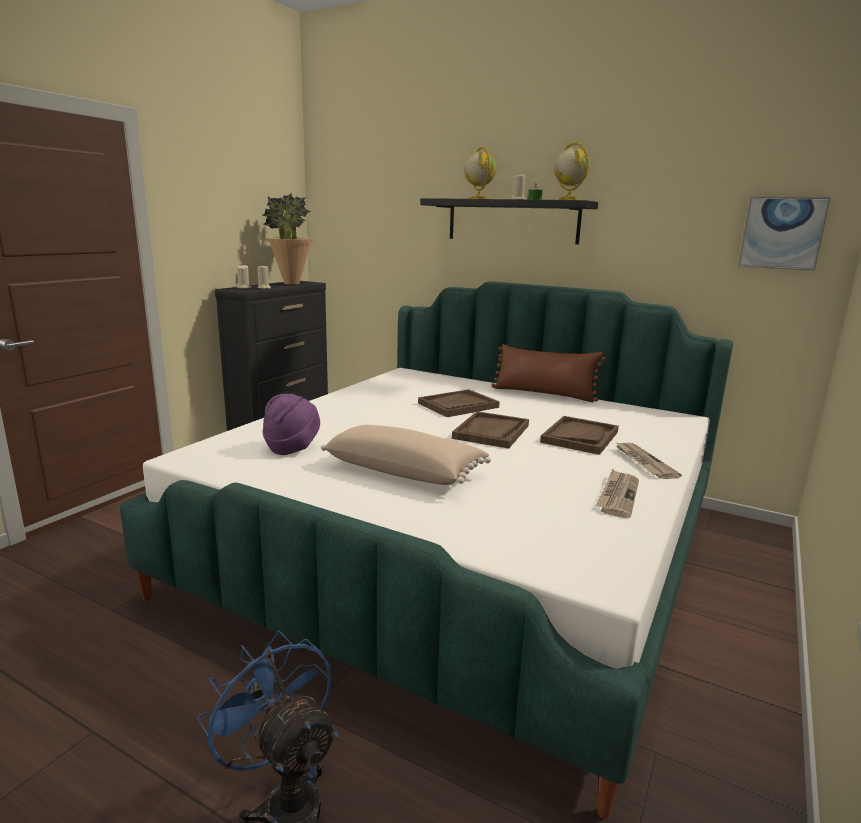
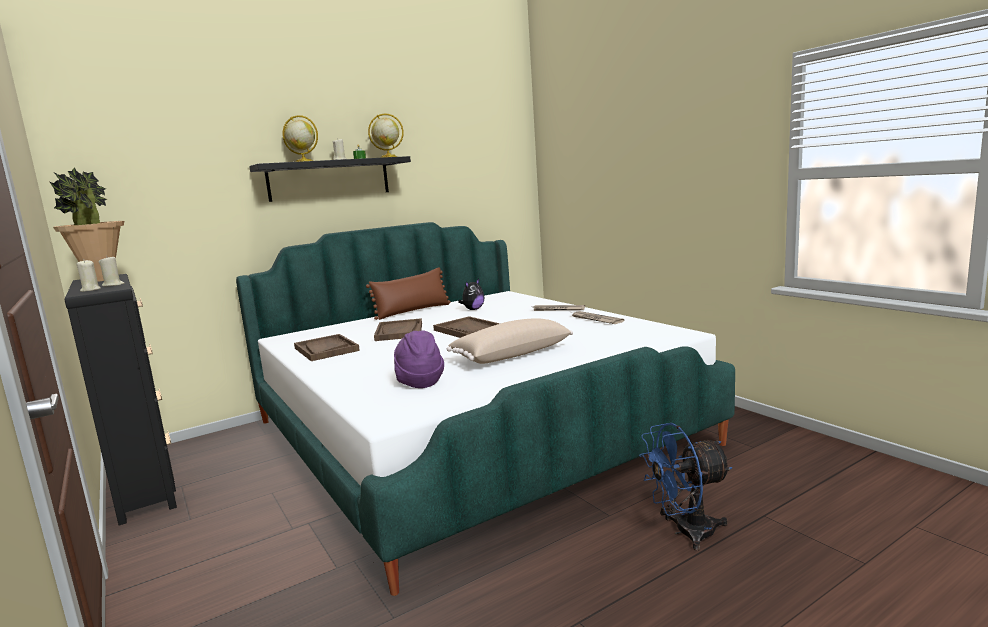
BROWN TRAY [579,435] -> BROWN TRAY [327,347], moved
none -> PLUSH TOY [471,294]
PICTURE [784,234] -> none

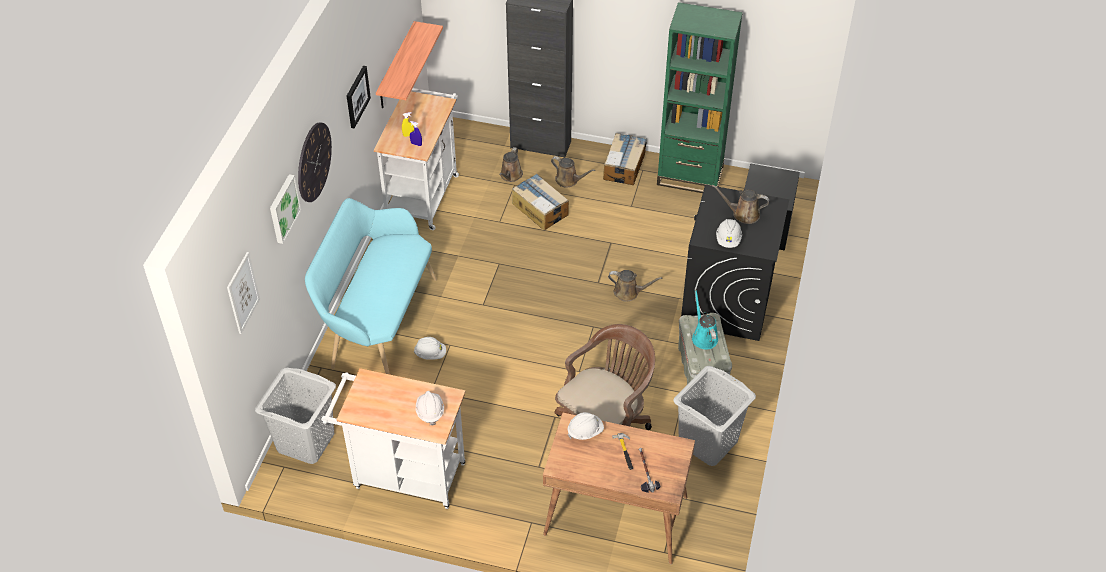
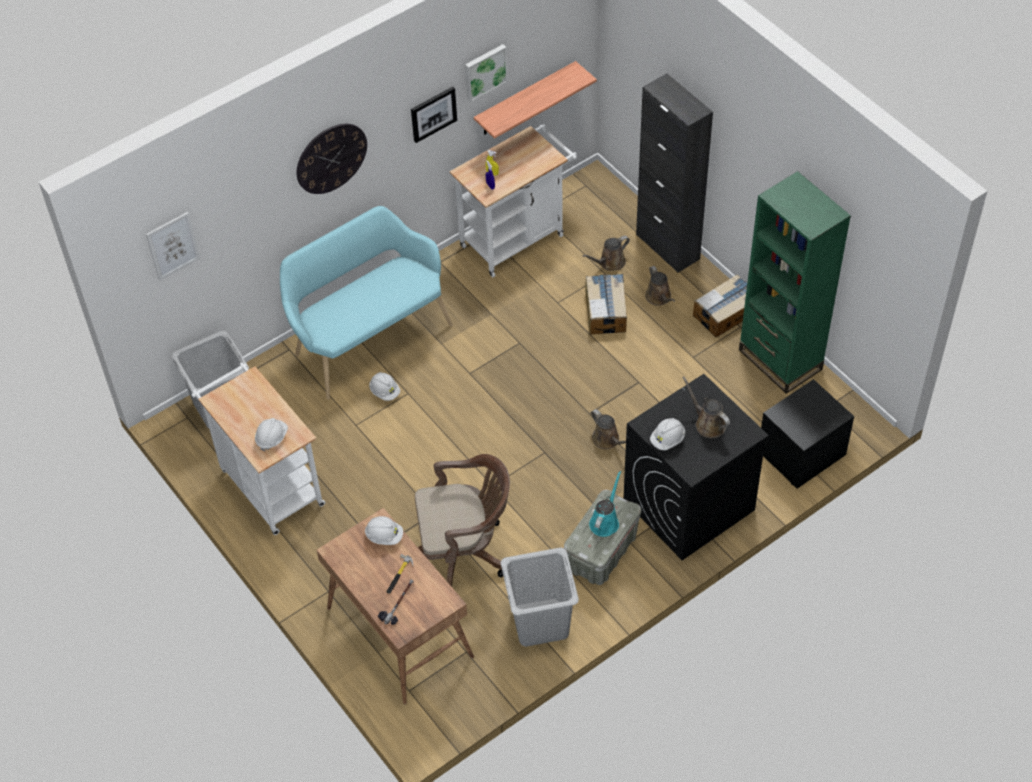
PICTURE [285,209] -> PICTURE [486,73], moved

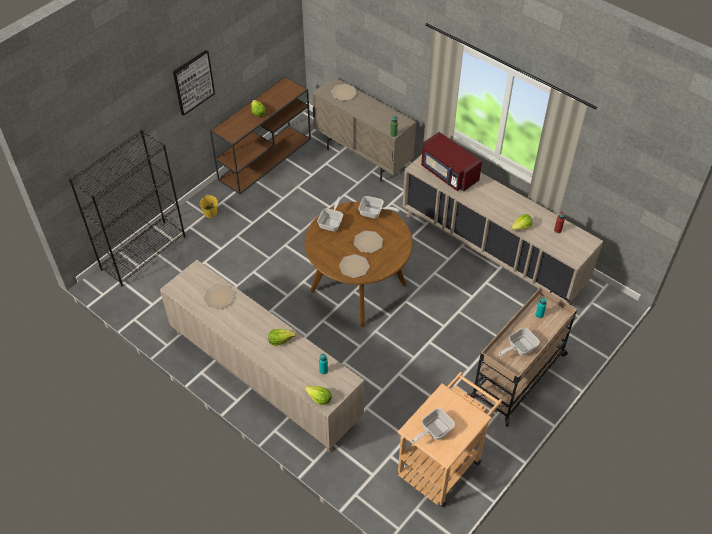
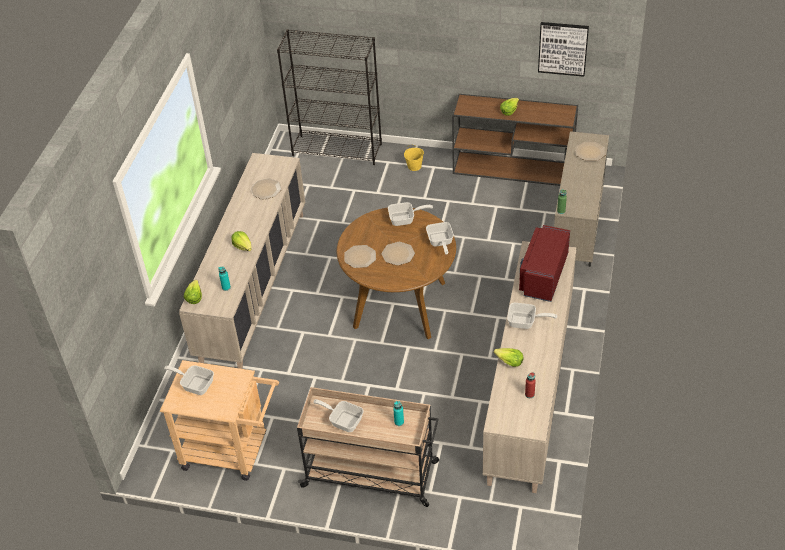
none -> FRYING PAN [532,316]
PICTURE [194,83] -> PICTURE [563,49], moved

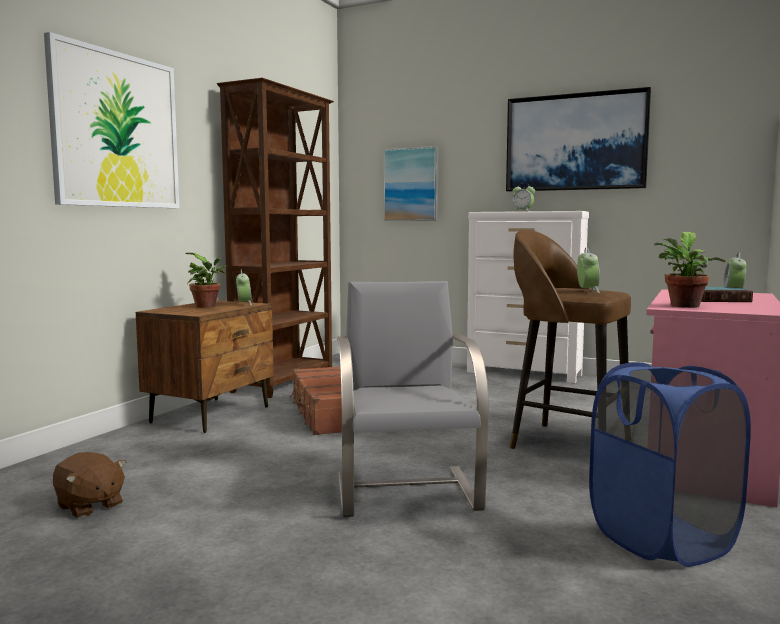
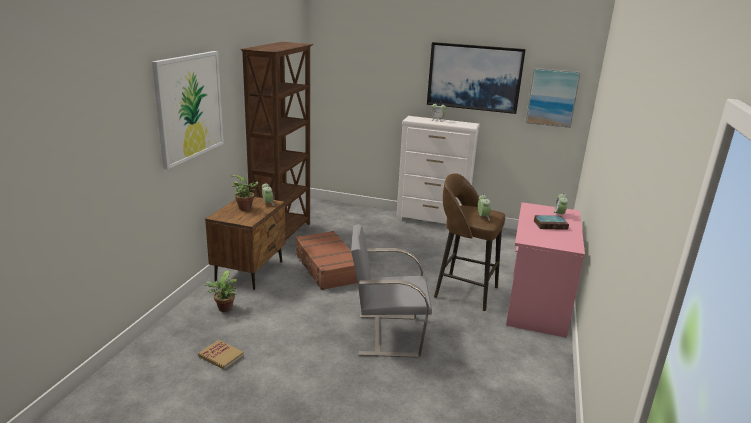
BROWN PLUSH TOY [89,485] -> BOOK [221,355]
POTTED PLANT [690,270] -> POTTED PLANT [220,291], moved
GREY CHAIR [413,399] -> GREY CHAIR [391,291], 75 degrees counterclockwise
PICTURE [410,183] -> PICTURE [553,98], moved
BLUE LAUNDRY BASKET [670,464] -> none

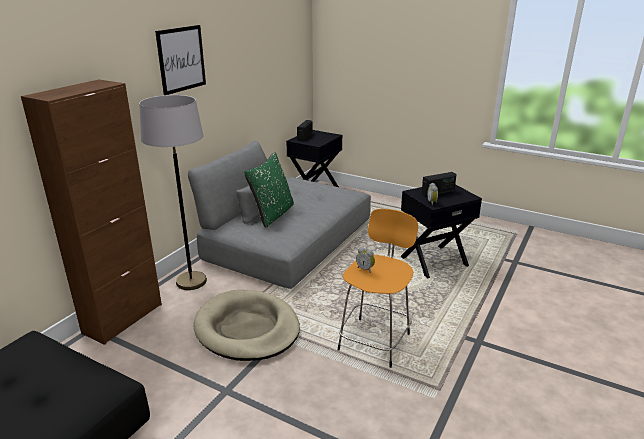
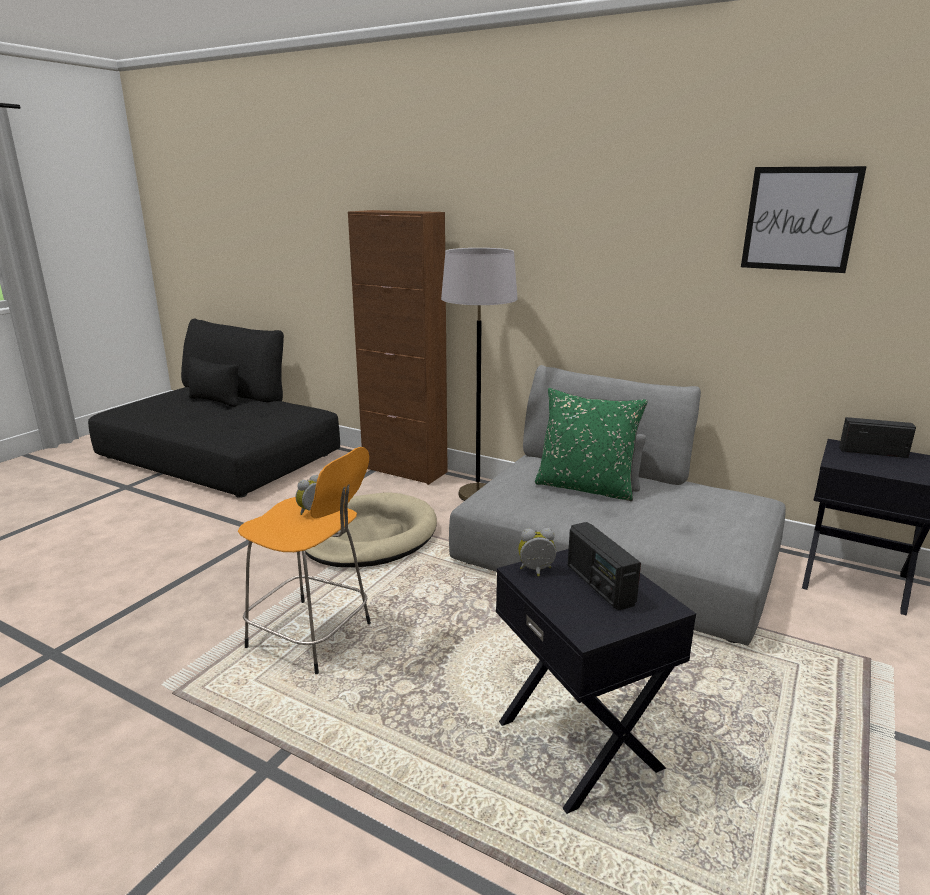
PICTURE [180,60] -> PICTURE [804,219], moved

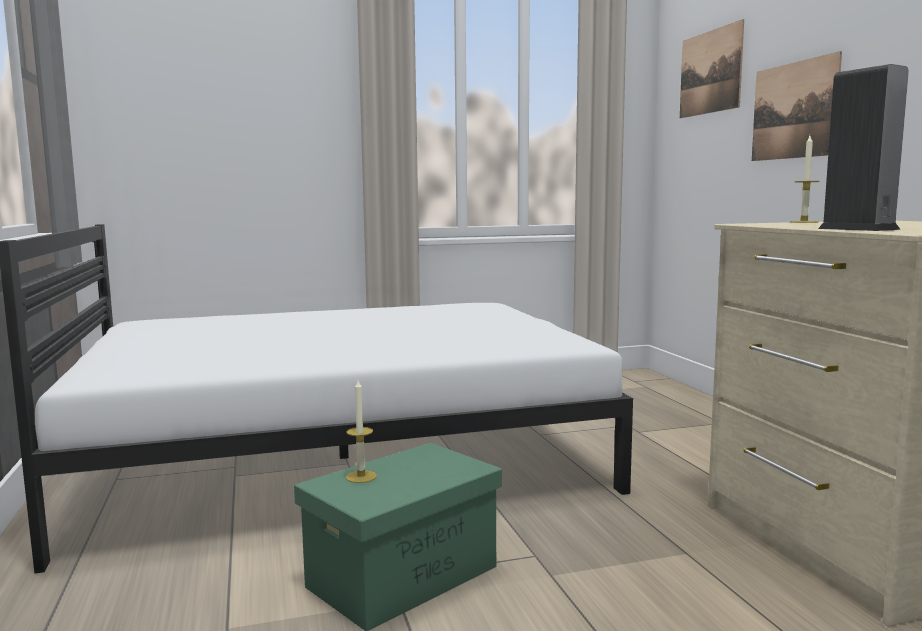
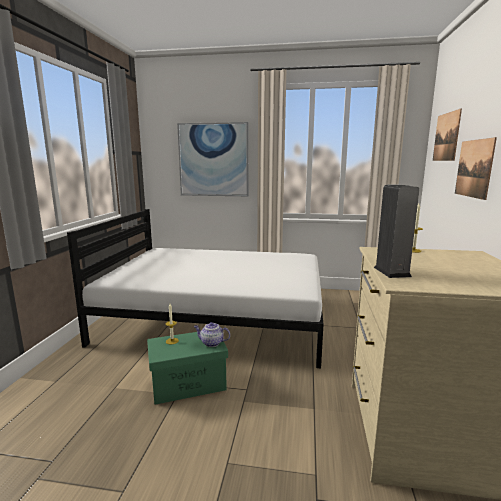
none -> PICTURE [213,159]
none -> TEAPOT [212,334]

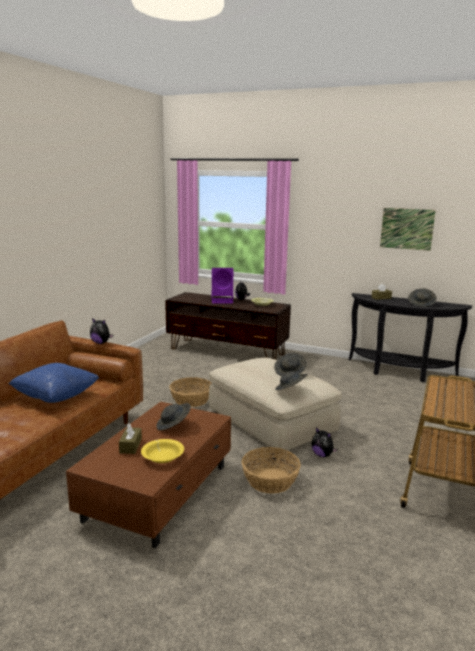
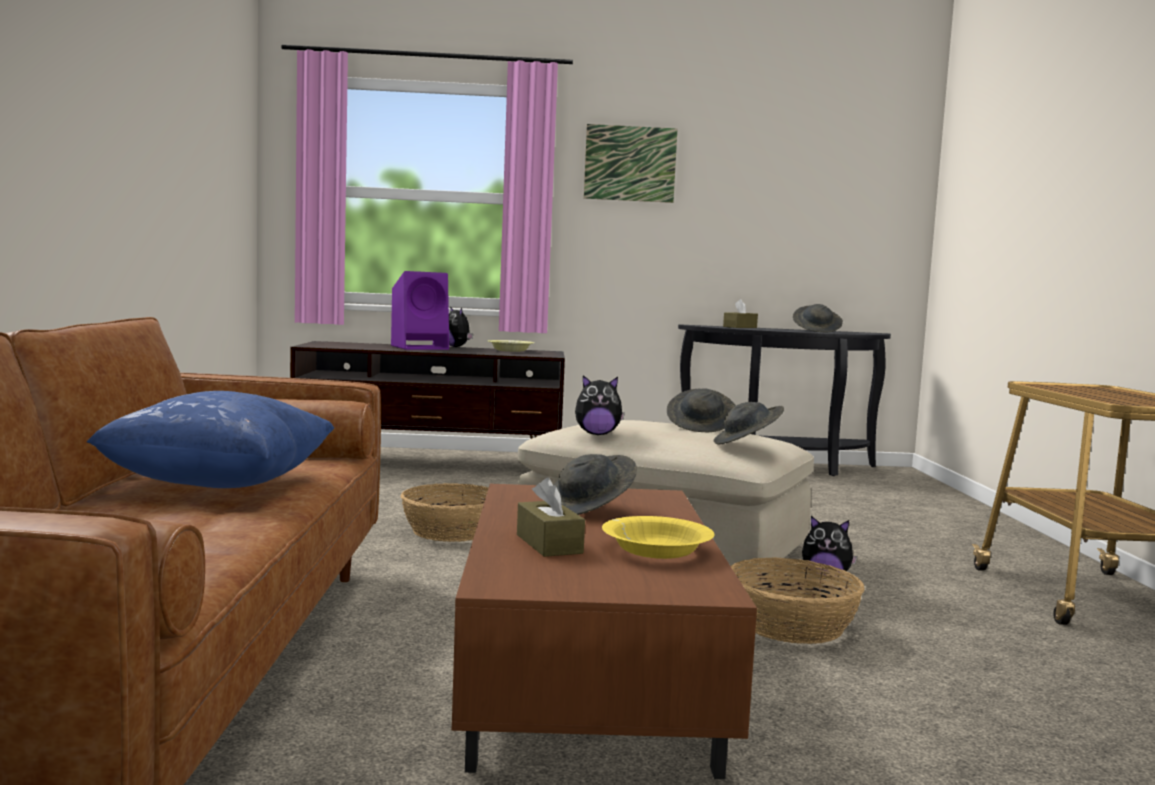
PLUSH TOY [101,331] -> PLUSH TOY [600,405], moved
PICTURE [408,229] -> PICTURE [631,163], moved

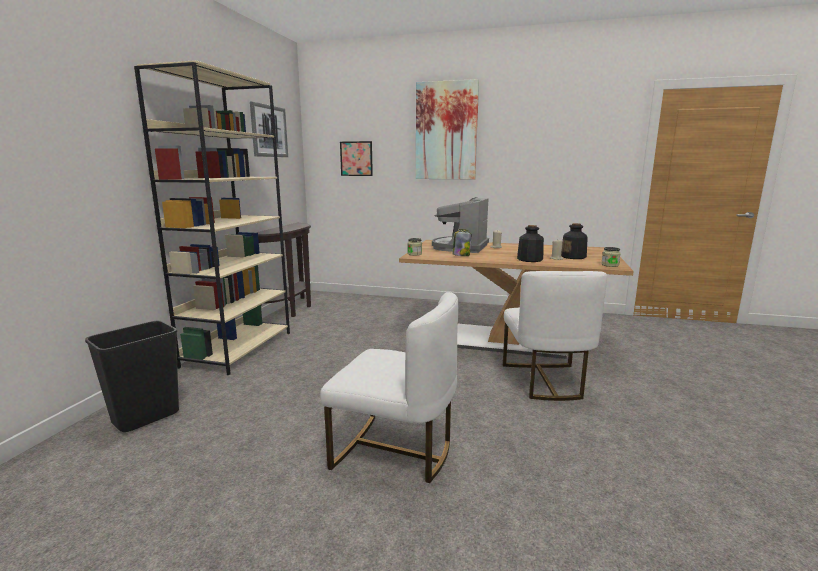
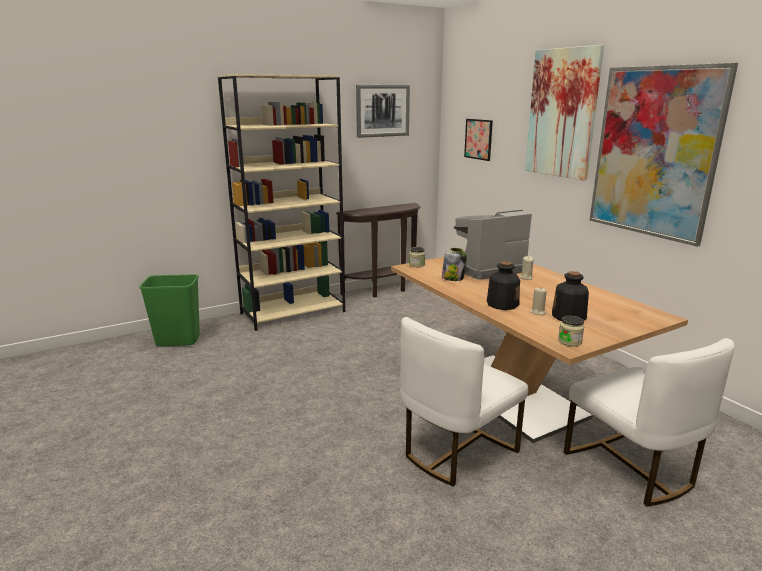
BLACK TRASH CAN [132,376] -> GREEN TRASH CAN [169,310]
WHITE CHAIR [389,387] -> WHITE CHAIR [649,422], moved
none -> PICTURE [664,155]

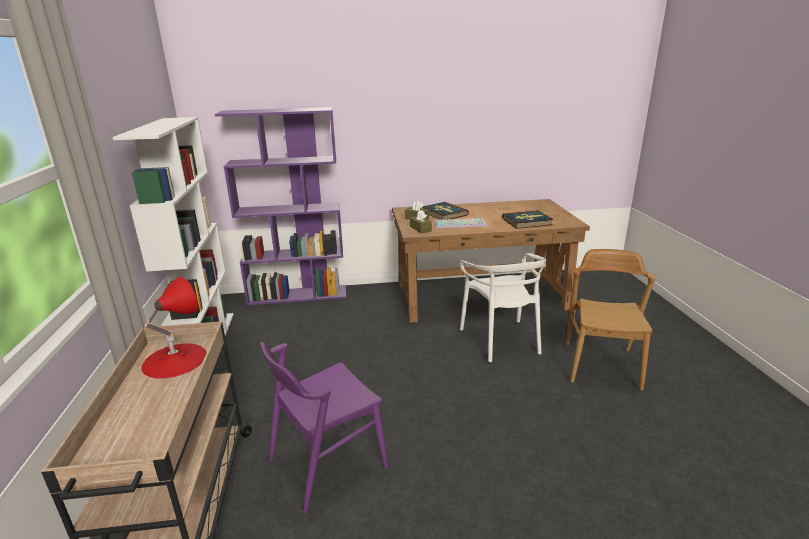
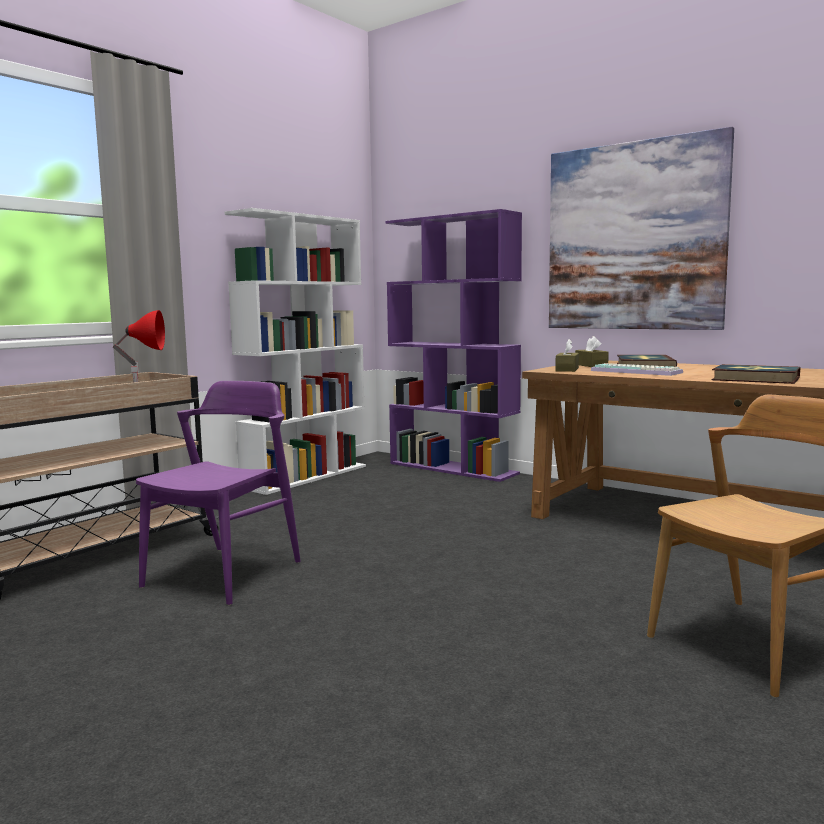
PURPLE CHAIR [324,428] -> PURPLE CHAIR [218,493], 105 degrees clockwise
none -> PICTURE [641,228]
WHITE CHAIR [503,307] -> none

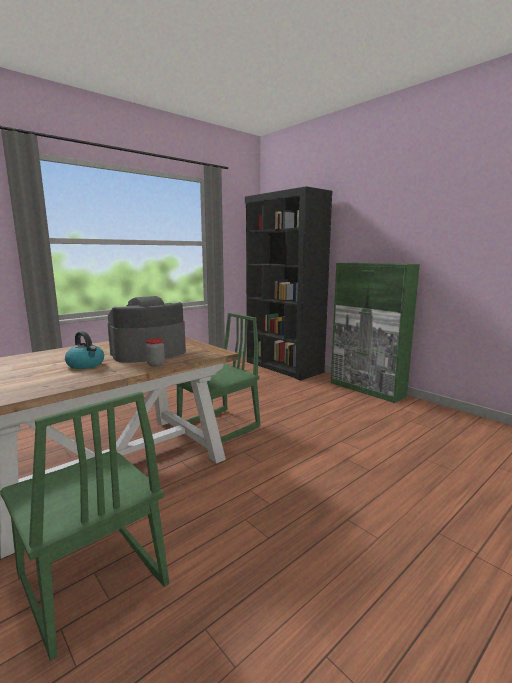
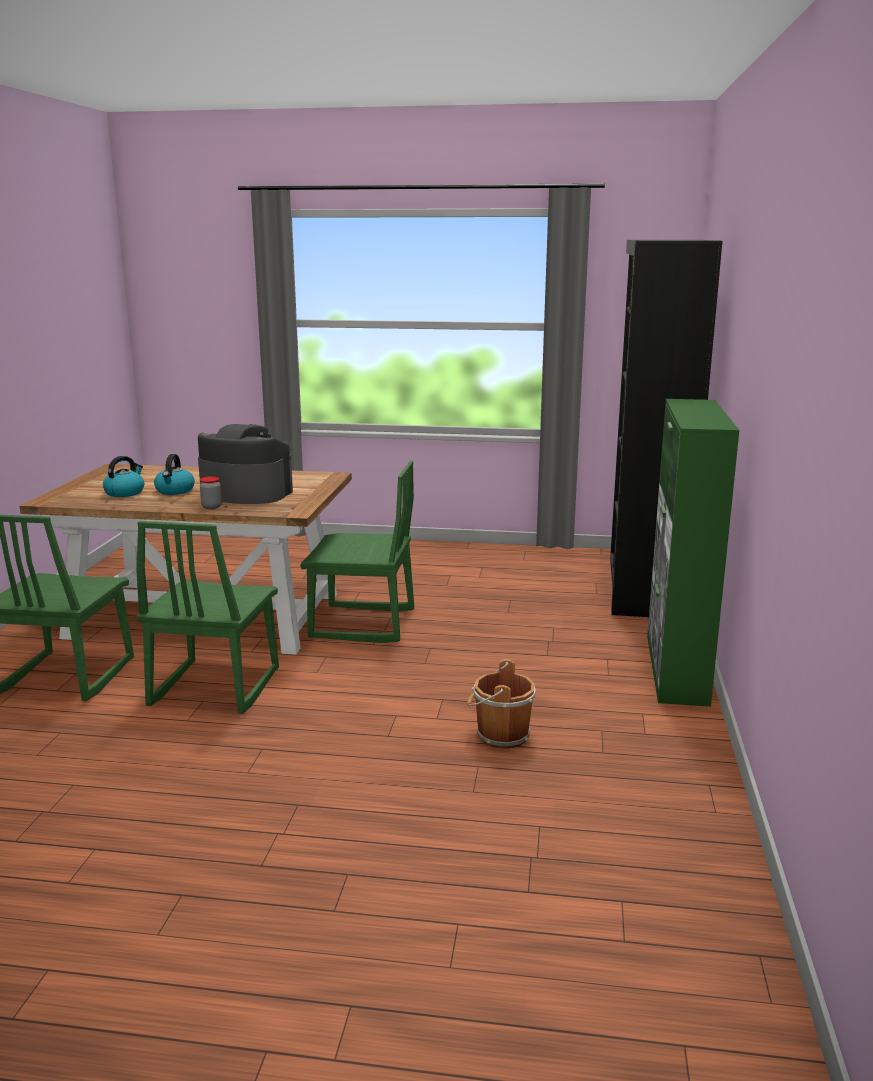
none -> KETTLE [123,476]
none -> GREEN CHAIR [207,617]
none -> BROWN BUCKET [501,704]

